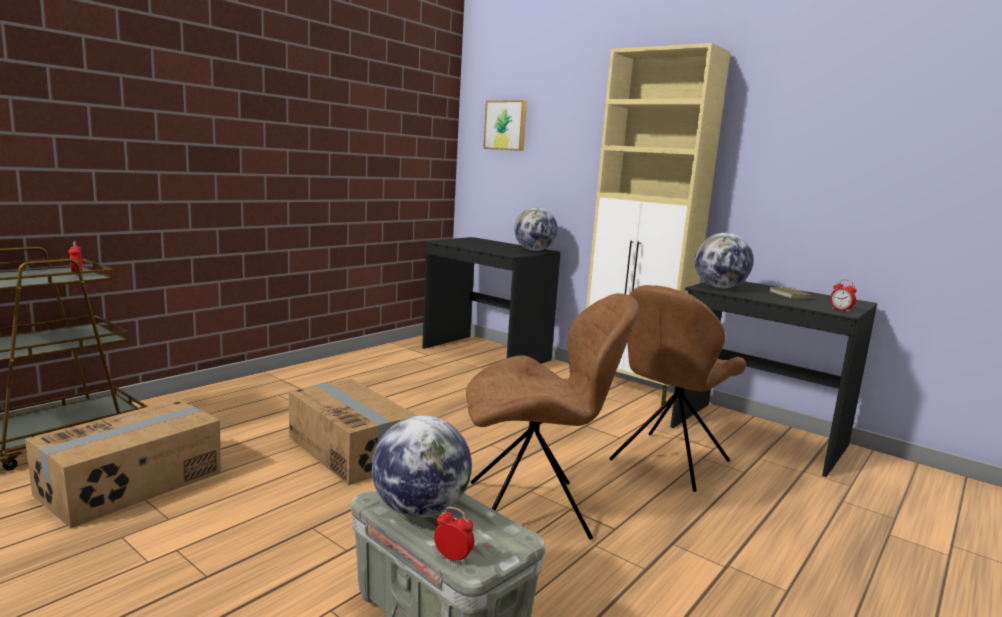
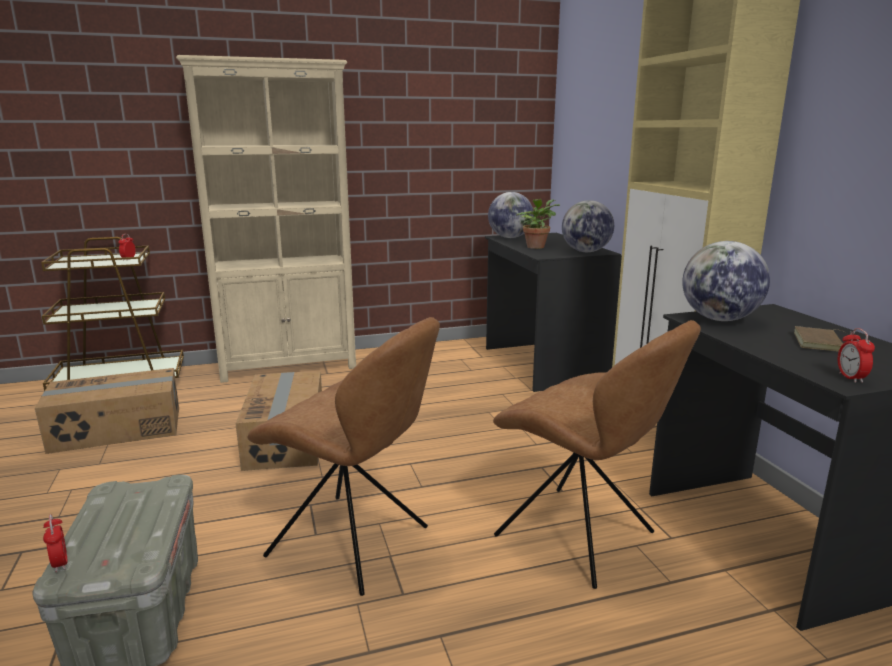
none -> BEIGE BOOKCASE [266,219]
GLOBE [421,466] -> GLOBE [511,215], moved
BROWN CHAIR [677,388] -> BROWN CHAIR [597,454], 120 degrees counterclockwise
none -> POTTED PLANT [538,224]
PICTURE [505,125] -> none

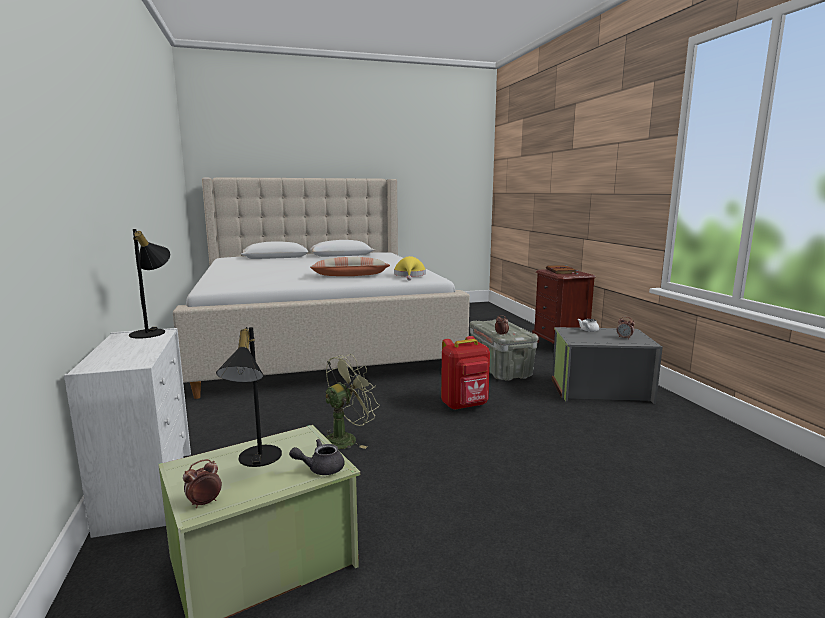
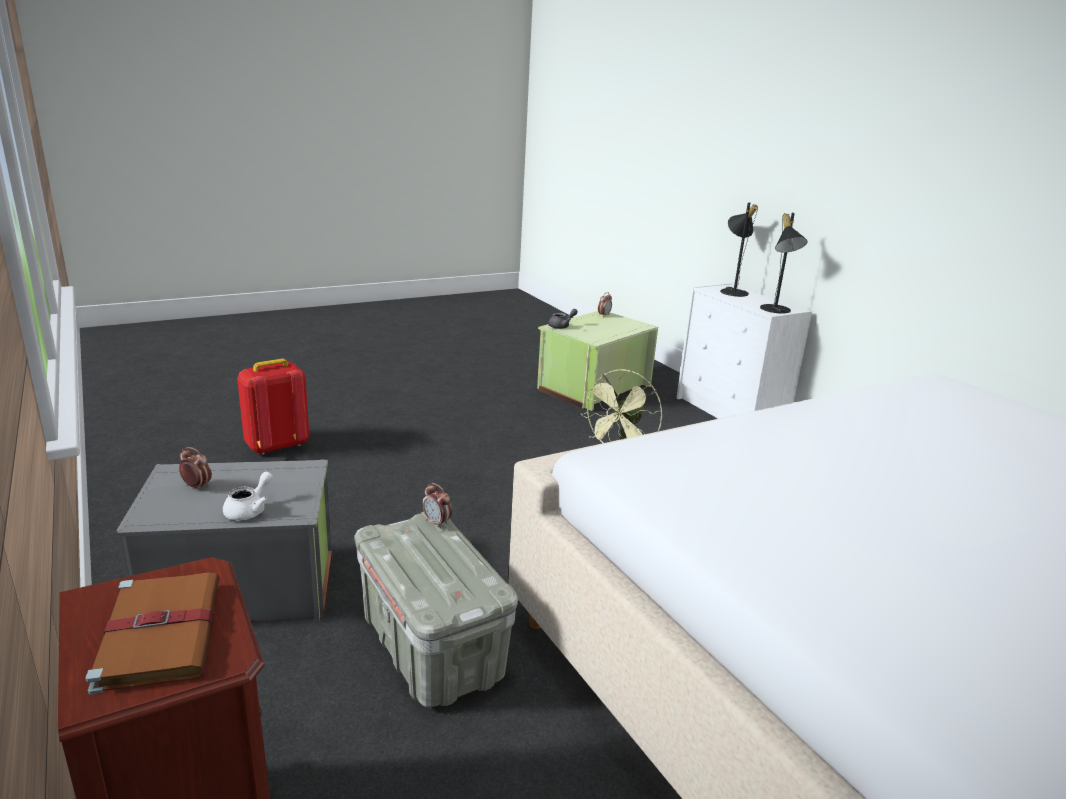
RED BACKPACK [465,373] -> RED BACKPACK [273,406], moved
BLACK TABLE LAMP [249,397] -> BLACK TABLE LAMP [739,249], moved
PILLOW [350,266] -> none
YELLOW HAT [410,268] -> none

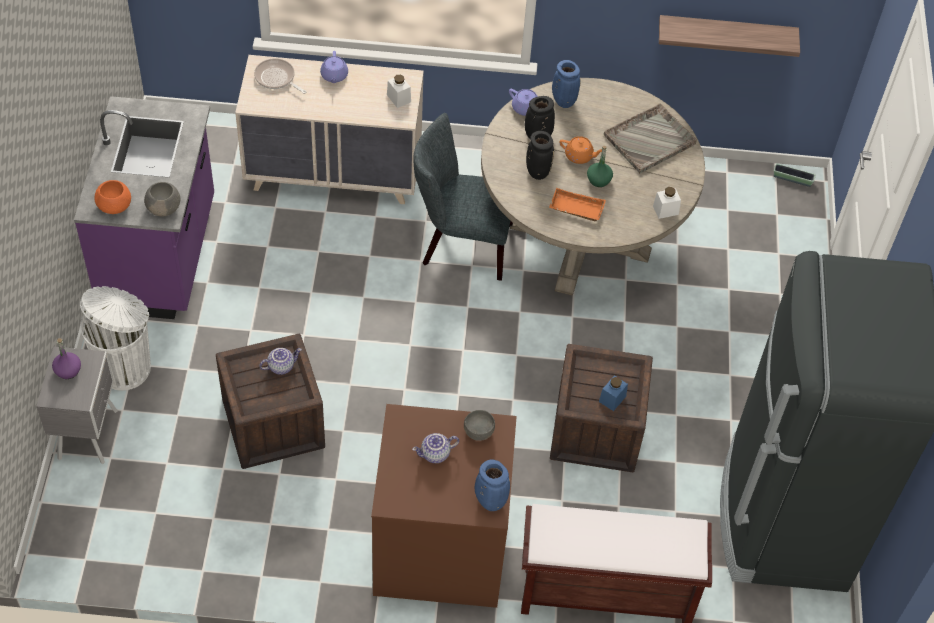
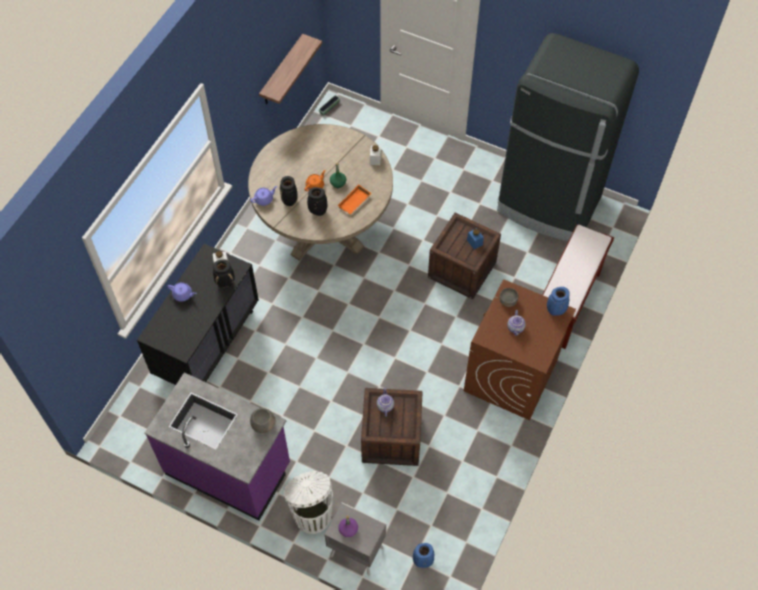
BEIGE DRESSER [329,129] -> BLACK DRESSER [198,314]
none -> BLACK VASE [224,273]
BLUE VASE [566,84] -> BLUE VASE [423,555], moved
ORANGE BOWL [112,197] -> none
FRYING PAN [280,76] -> none
GREY CHAIR [463,197] -> none
GREY TRAY [650,138] -> none

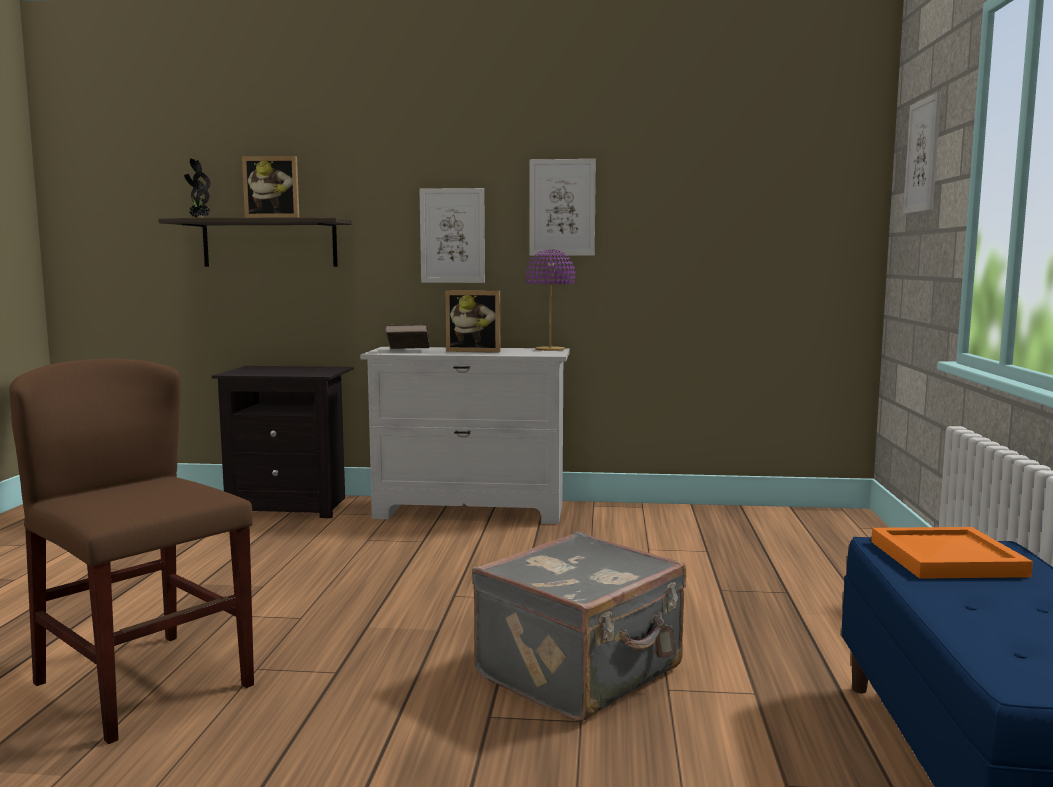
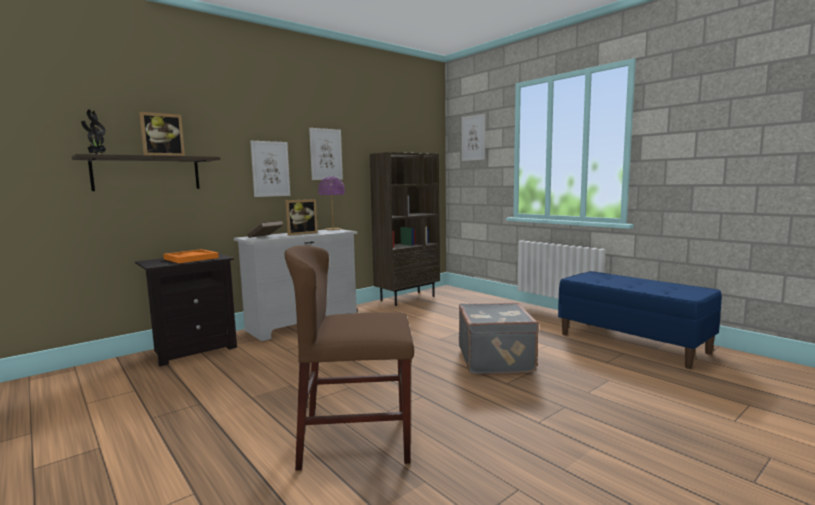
ORANGE TRAY [952,553] -> ORANGE TRAY [191,256], moved
none -> BROWN BOOKCASE [405,229]

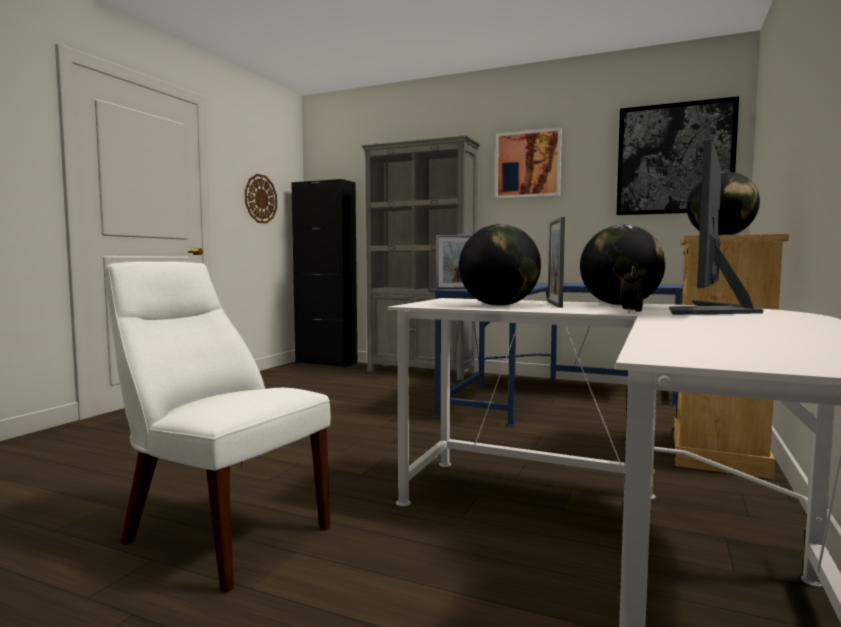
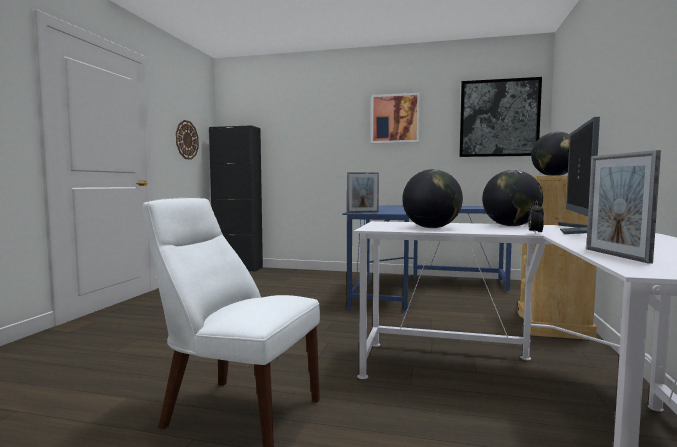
PICTURE FRAME [556,262] -> PICTURE FRAME [623,207], moved
GREY BOOKCASE [421,257] -> none

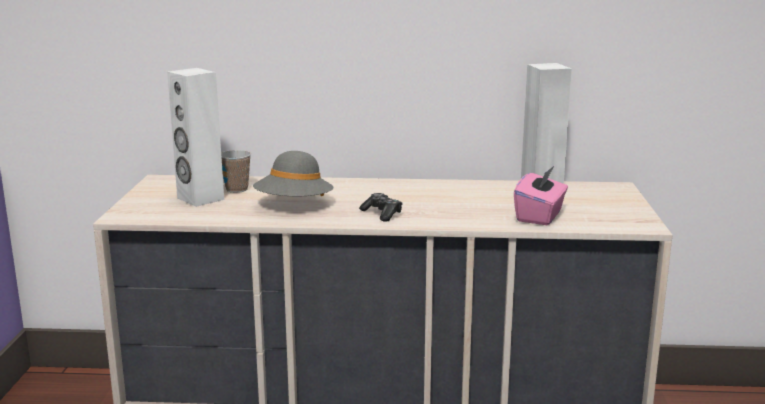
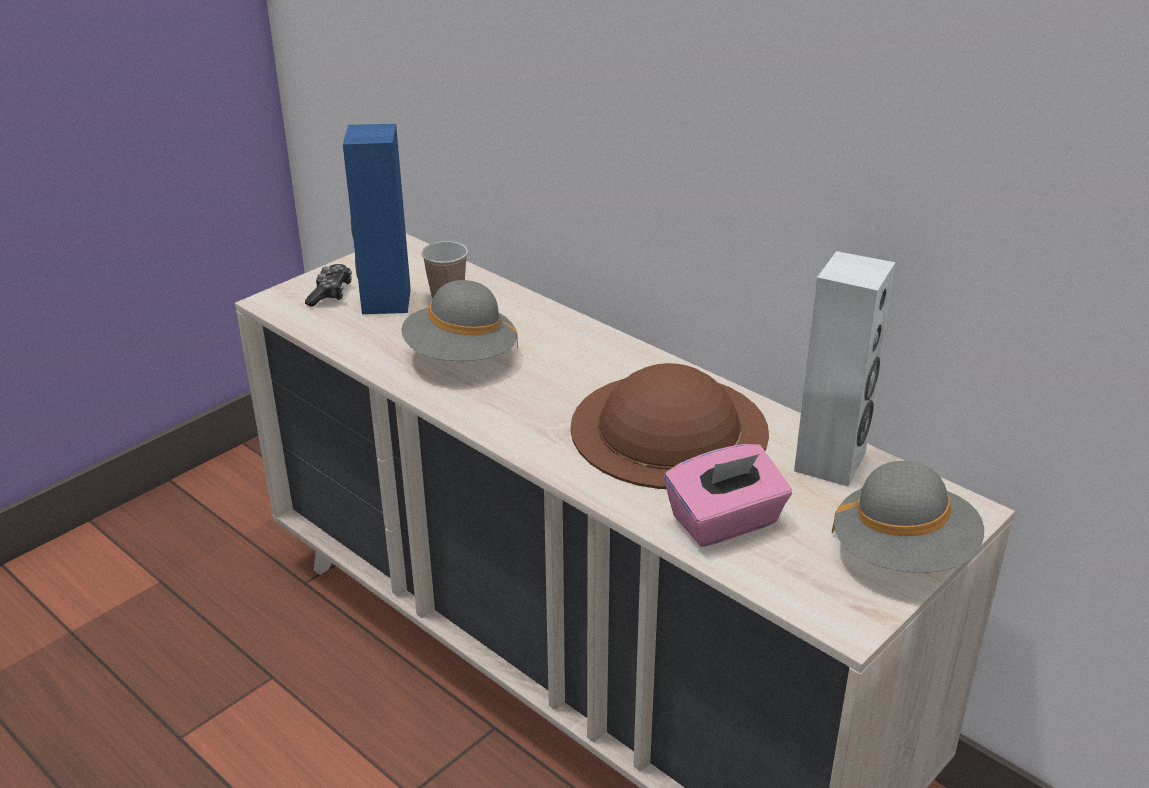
GAME CONTROLLER [380,207] -> GAME CONTROLLER [328,285], moved
WHITE SPEAKER [195,137] -> BLUE SPEAKER [377,219]
none -> BROWN HAT [669,426]
none -> GREY HAT [908,517]

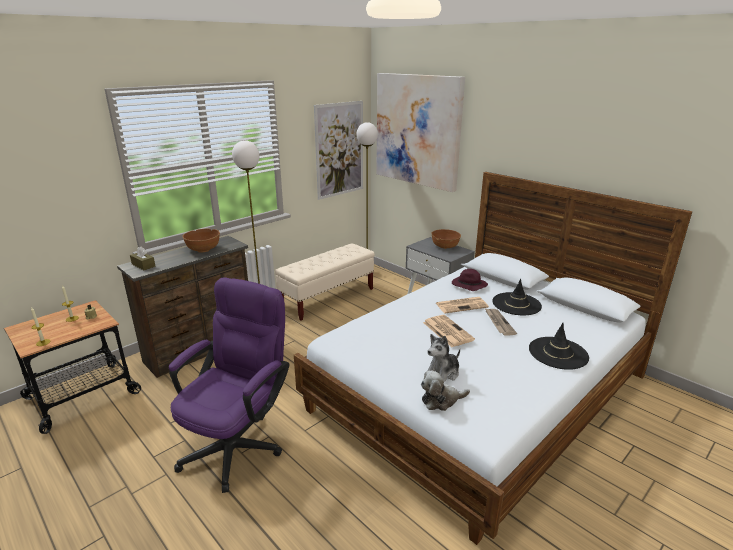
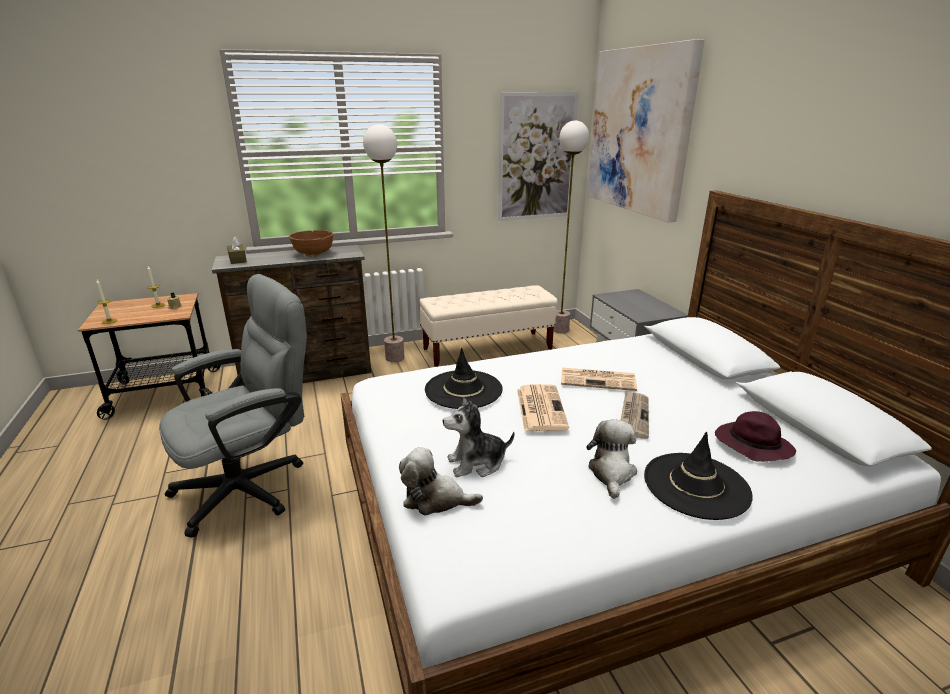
PURPLE OFFICE CHAIR [229,385] -> GREY OFFICE CHAIR [233,406]
BLACK HAT [517,297] -> BLACK HAT [464,378], moved
none -> PLUSH TOY [611,459]
PURPLE HAT [470,280] -> PURPLE HAT [755,436], moved
BROWN BOWL [446,239] -> none

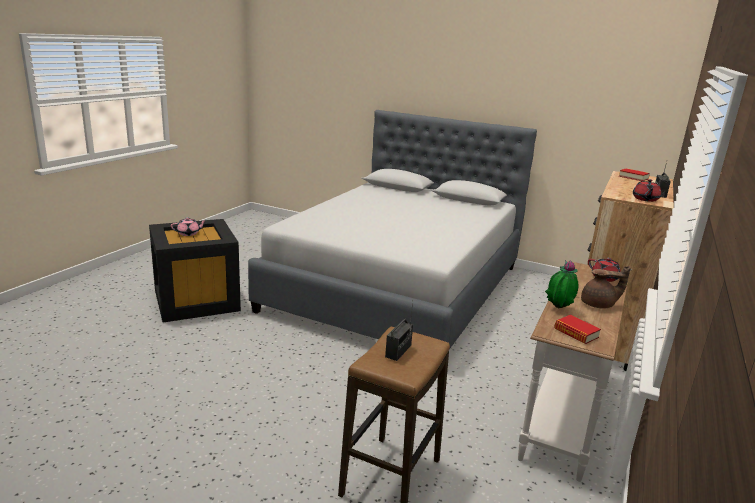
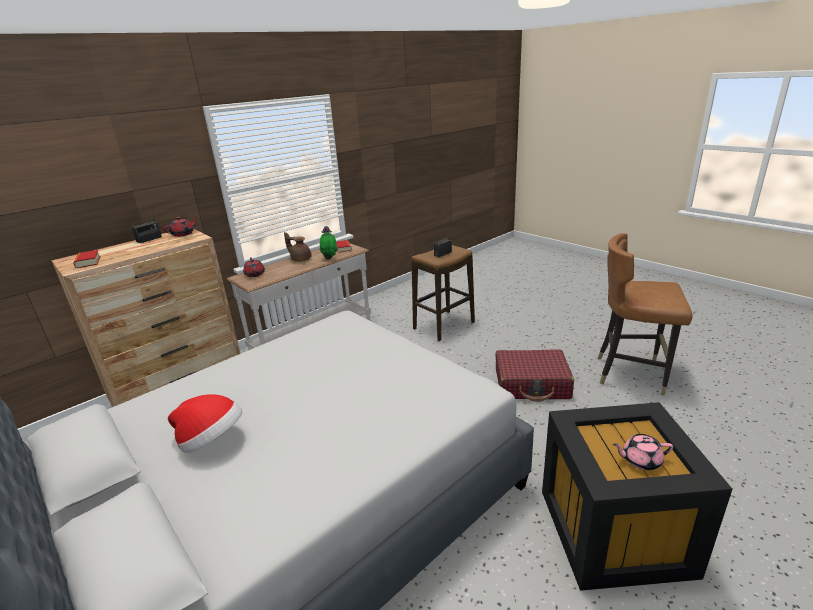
none -> HAT [205,423]
none -> RED SUITCASE [535,376]
none -> BROWN CHAIR [645,314]

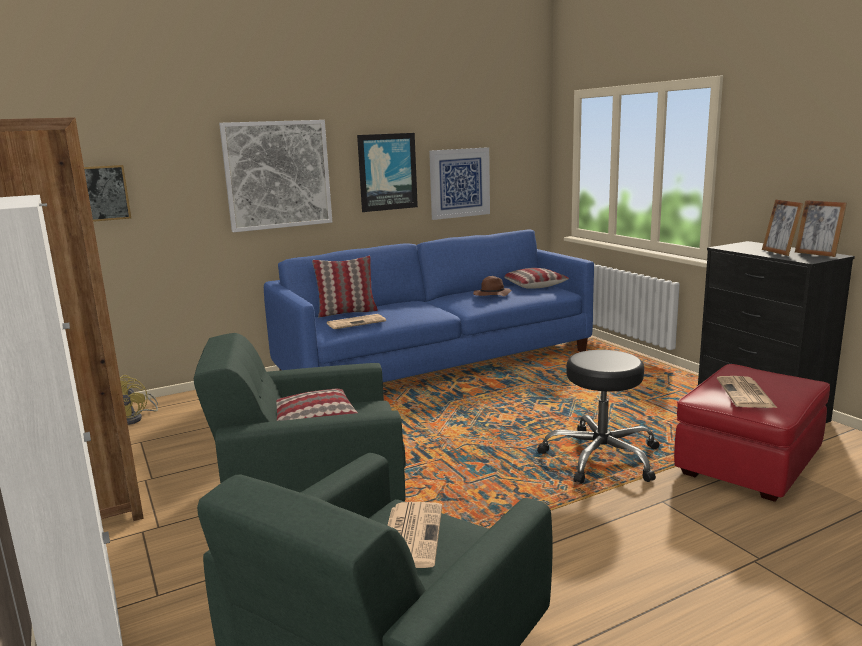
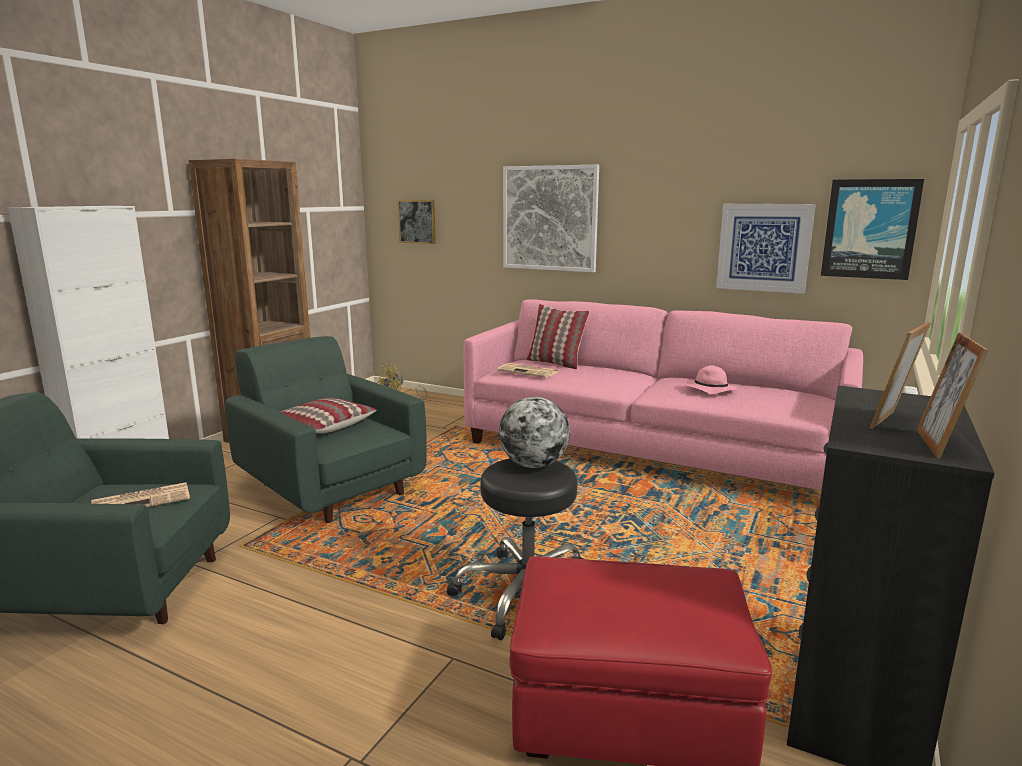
BLUE SOFA [429,306] -> PINK SOFA [663,394]
none -> GLOBE [534,432]
BROWN HAT [492,286] -> PINK HAT [711,379]
PICTURE [387,172] -> PICTURE [872,229], moved
PILLOW [536,278] -> none
NEWSPAPER [747,392] -> none

